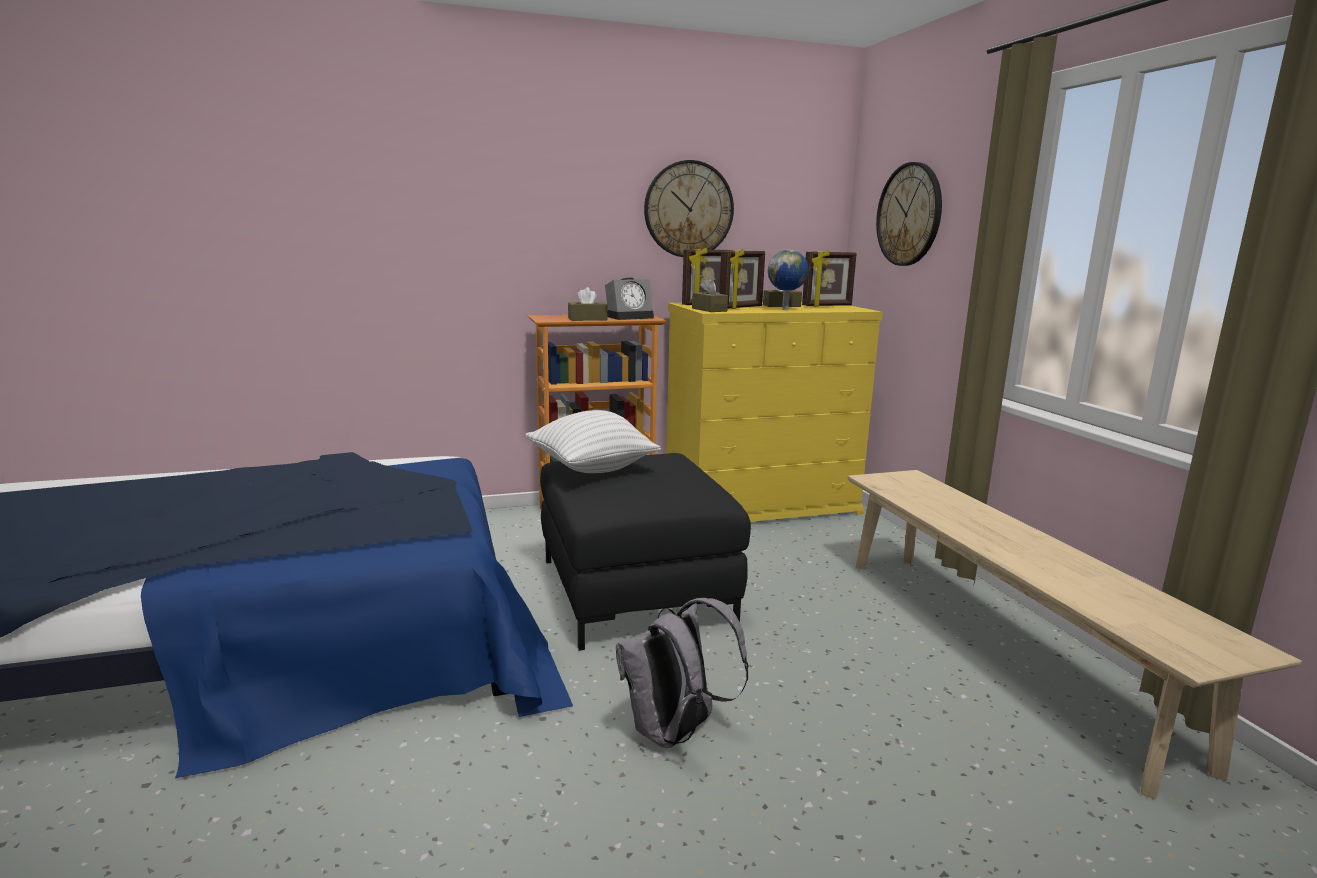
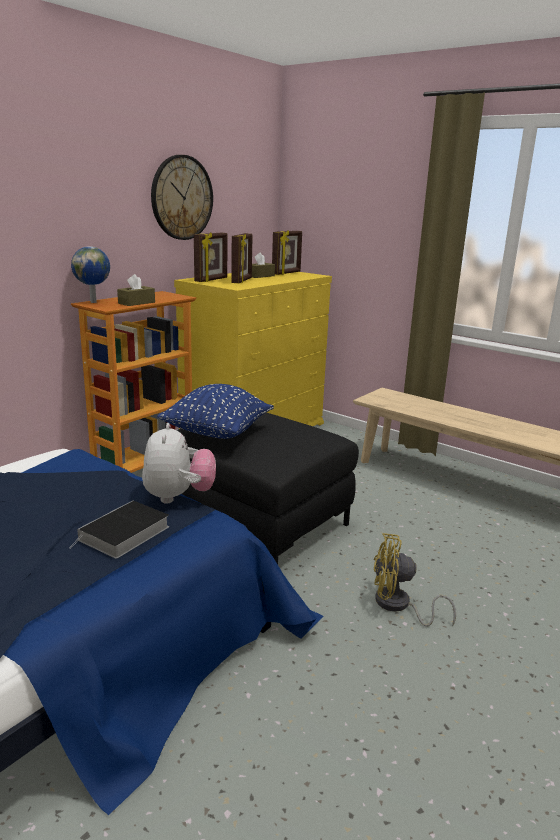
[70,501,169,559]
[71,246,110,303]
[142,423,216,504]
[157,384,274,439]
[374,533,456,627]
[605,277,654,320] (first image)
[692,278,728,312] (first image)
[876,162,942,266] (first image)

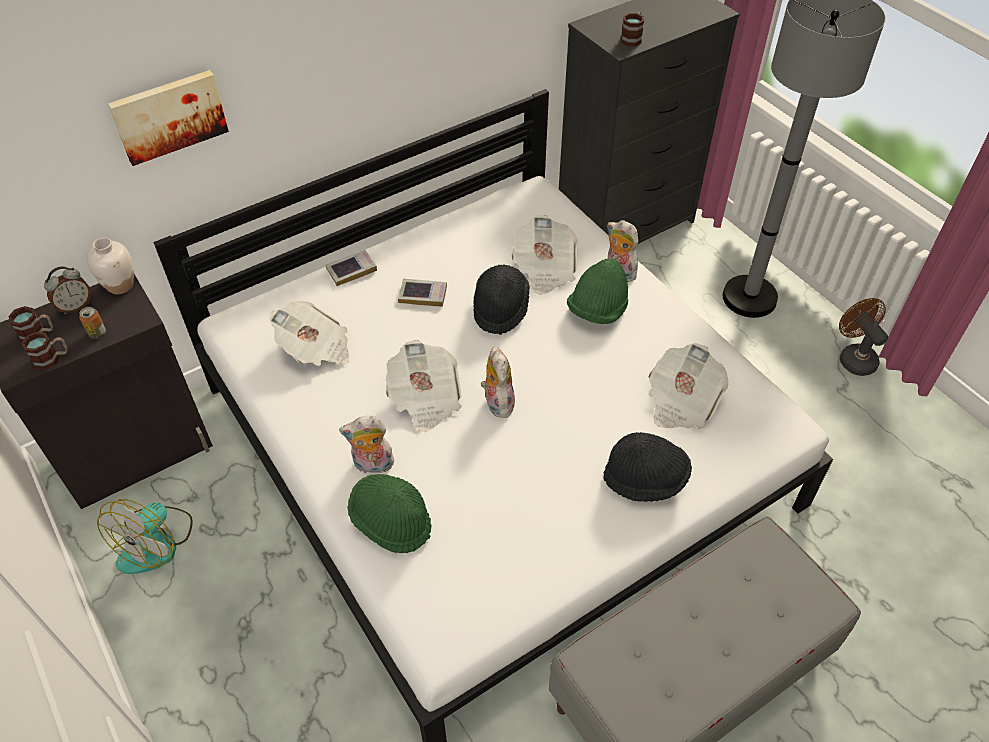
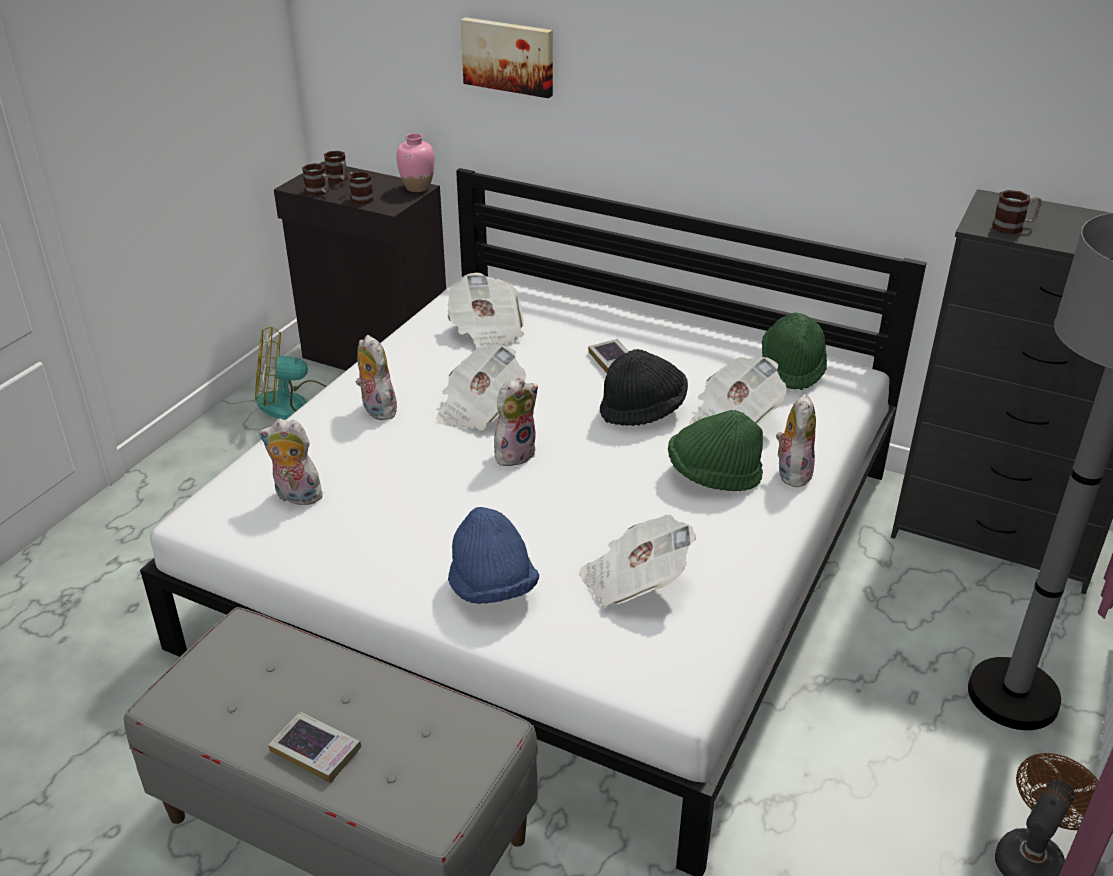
[259,419,323,505]
[268,711,361,783]
[348,171,374,205]
[396,133,435,192]
[448,507,539,604]
[762,313,827,390]
[44,266,91,314] (first image)

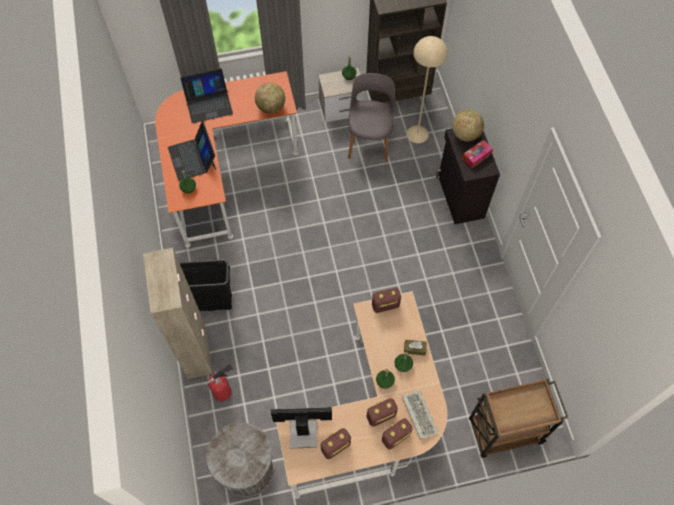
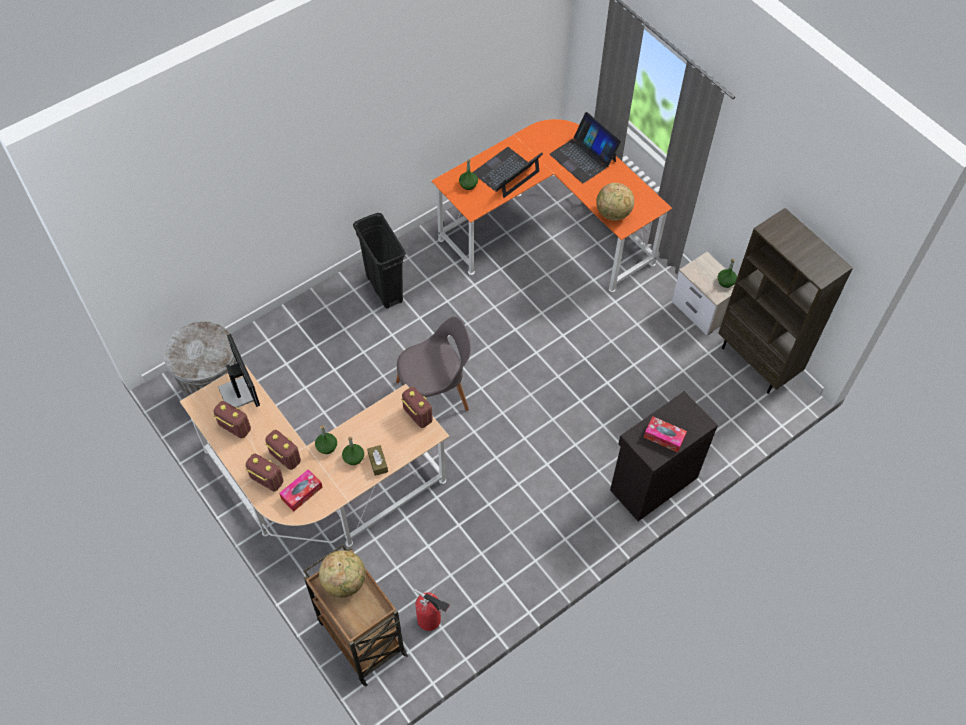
[279,469,323,511]
[319,550,366,597]
[396,317,471,411]
[414,589,450,631]
[143,248,213,379] (first image)
[407,36,448,143] (first image)

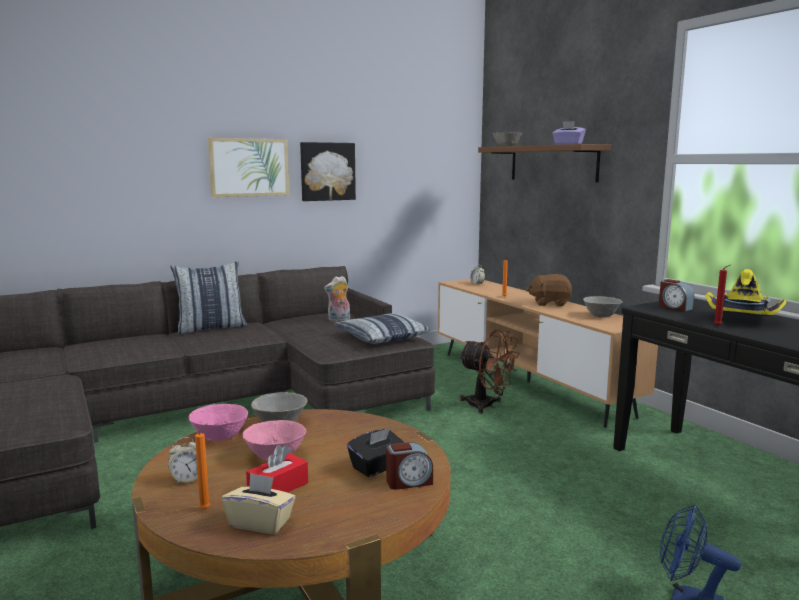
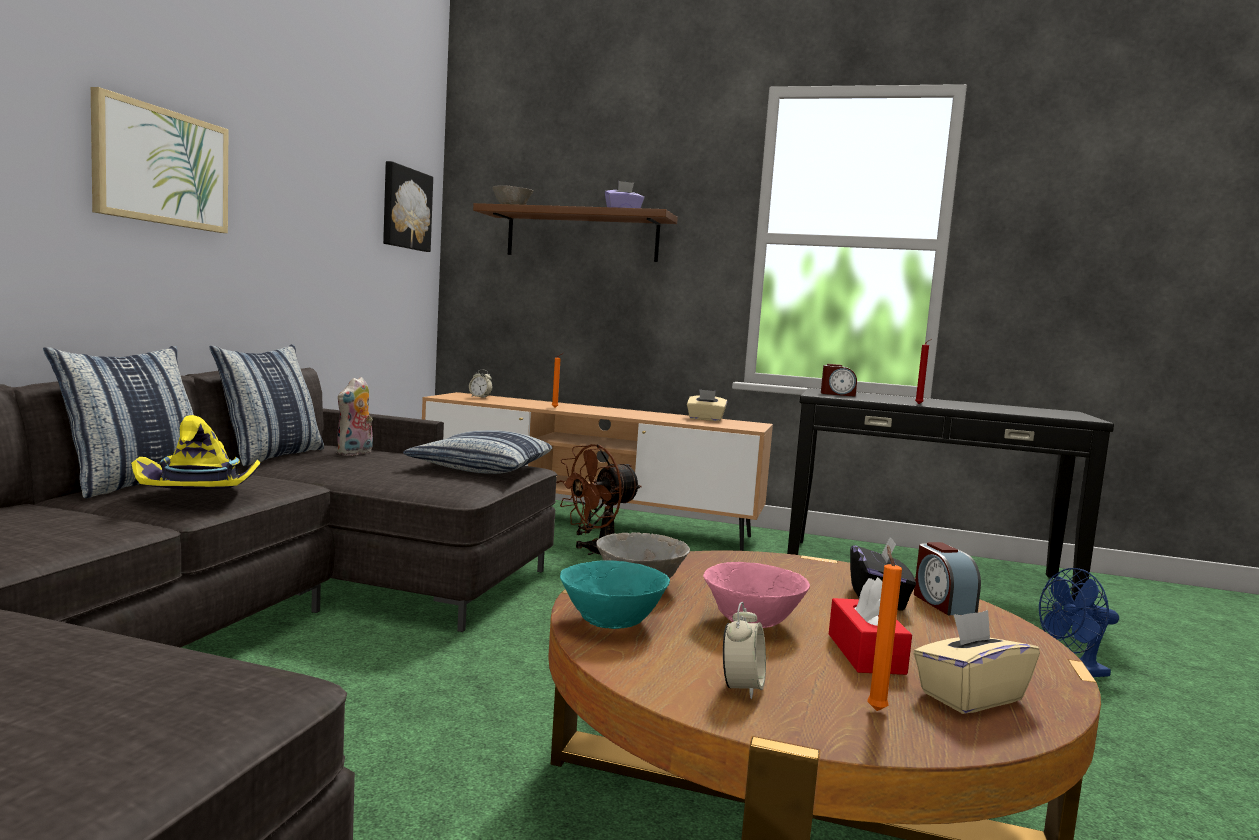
[131,415,260,489]
[209,344,324,466]
[383,161,433,252]
[556,444,642,555]
[560,560,670,629]
[687,389,727,421]
[914,542,981,615]
[527,274,572,306] (first image)

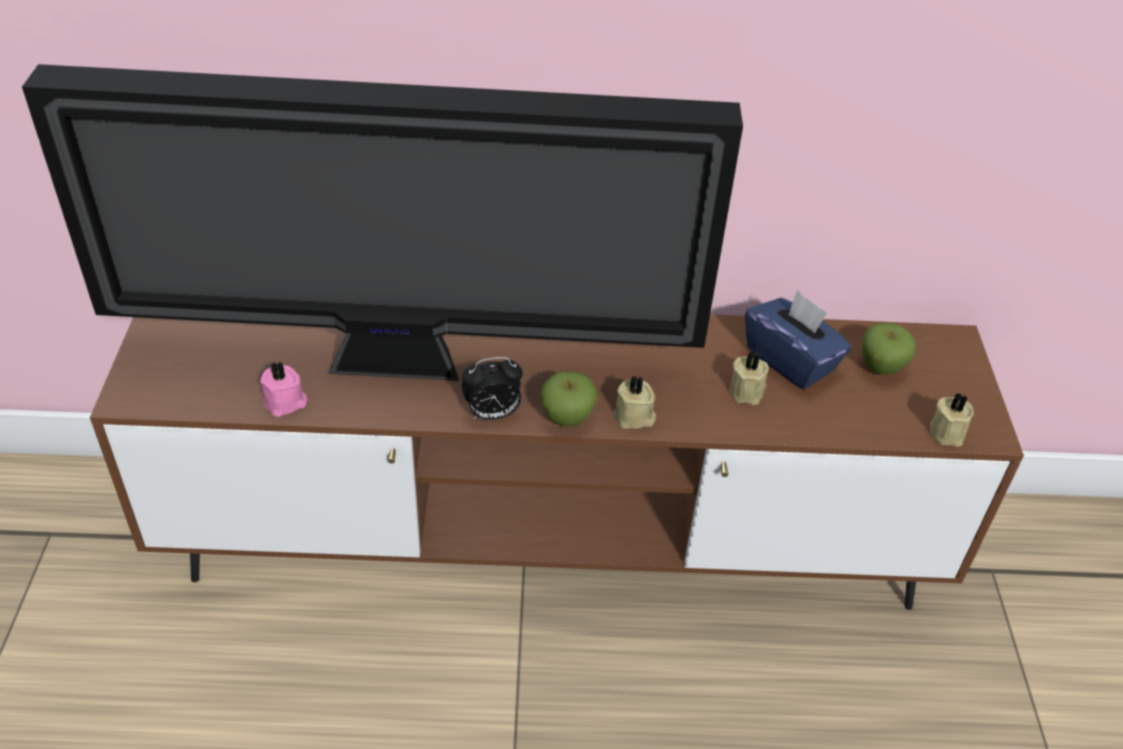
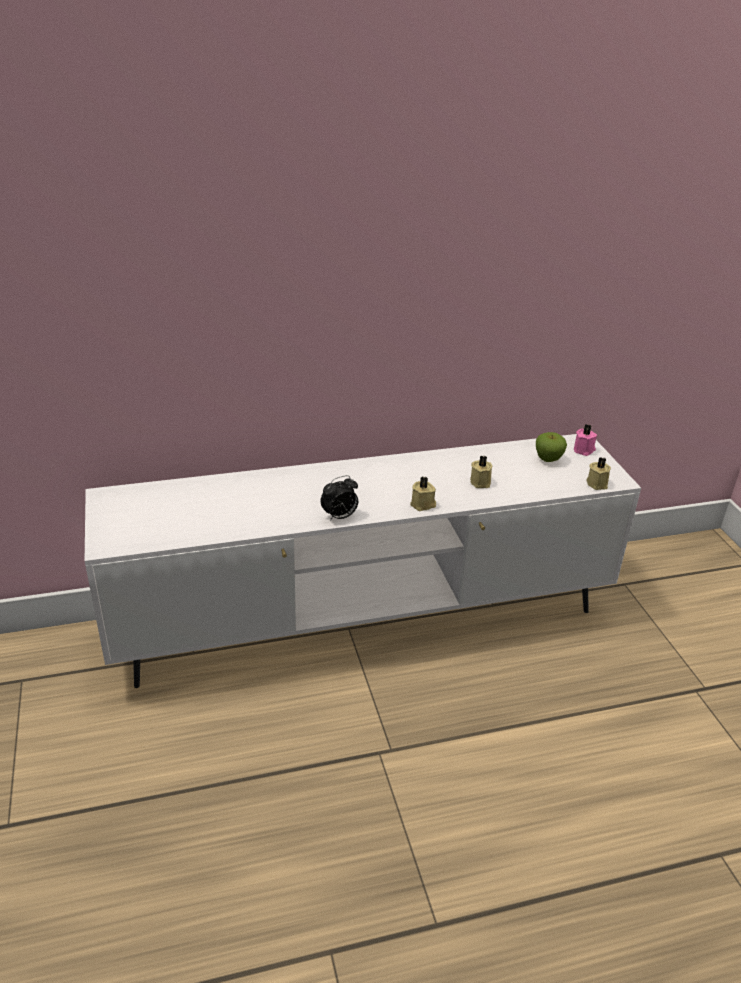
[85,434,641,688]
[574,424,597,456]
[22,64,743,381] (first image)
[540,371,598,427] (first image)
[745,290,852,389] (first image)

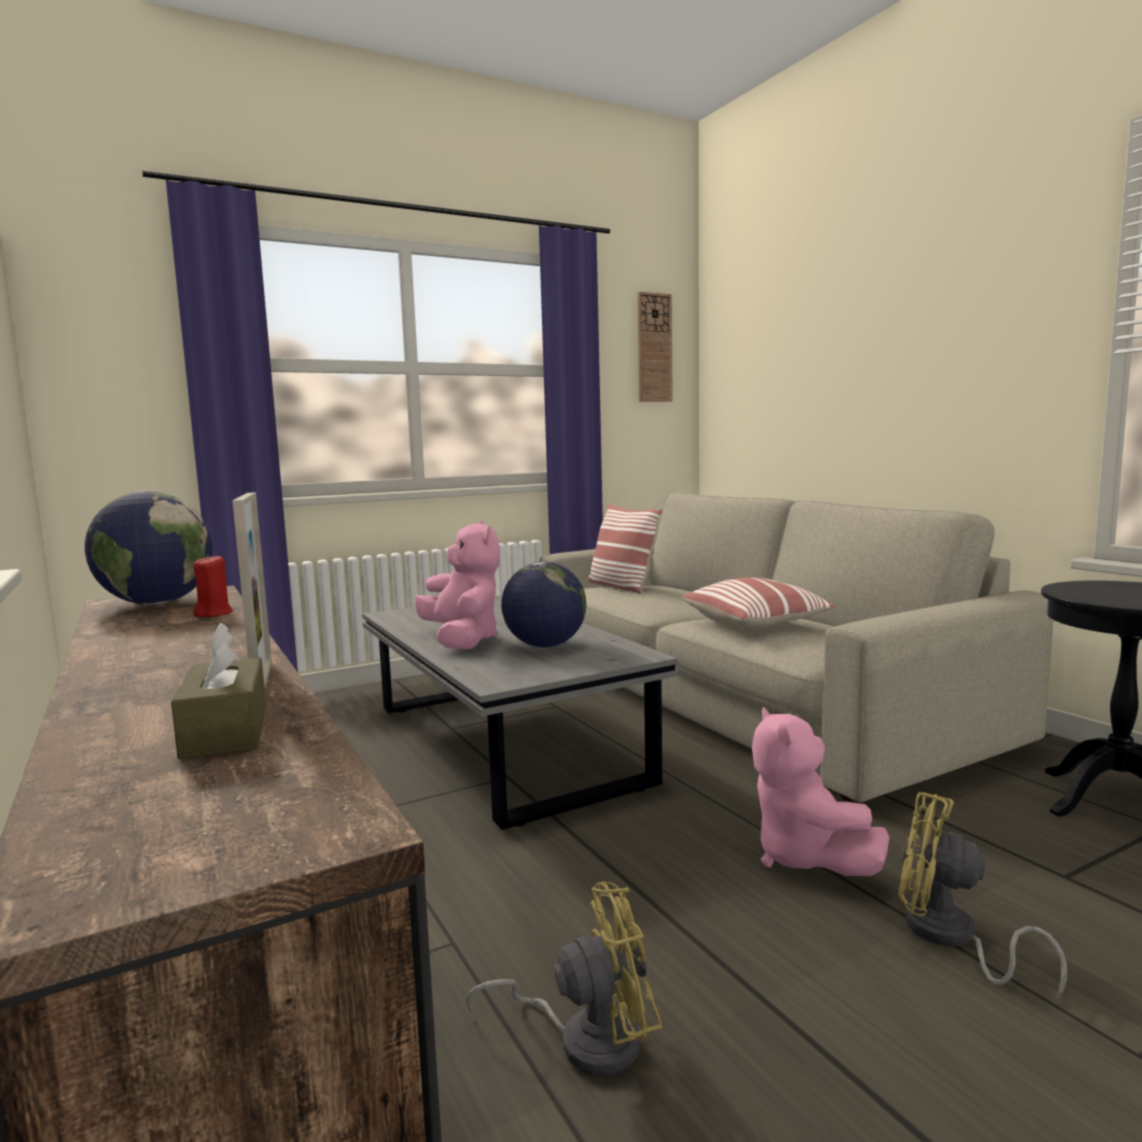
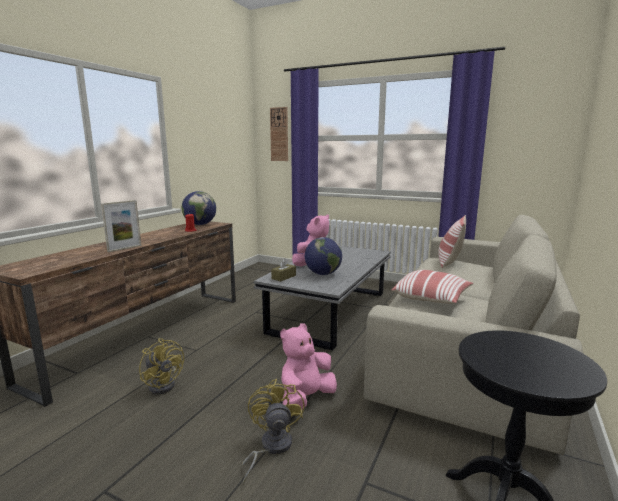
[270,107,288,161]
[271,258,296,281]

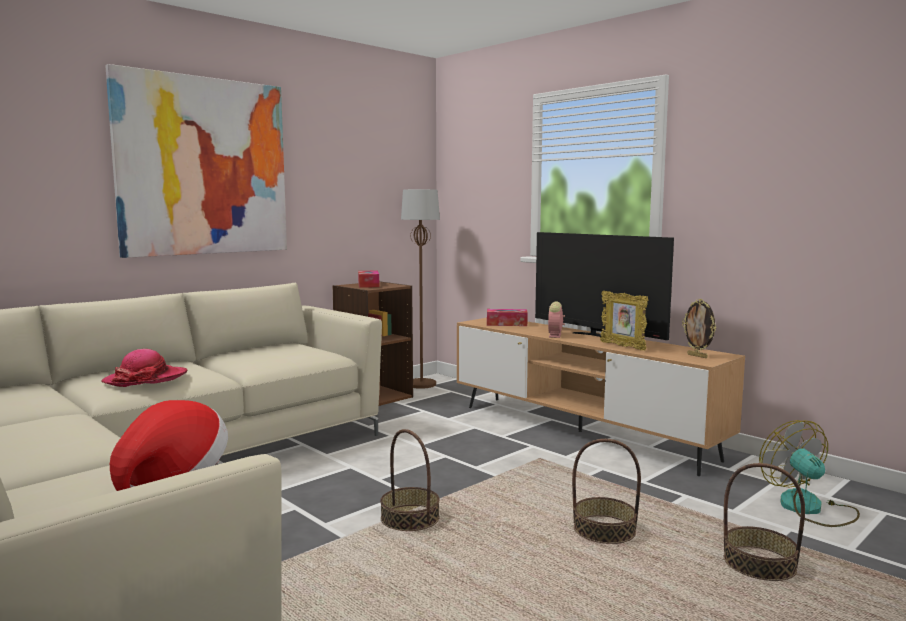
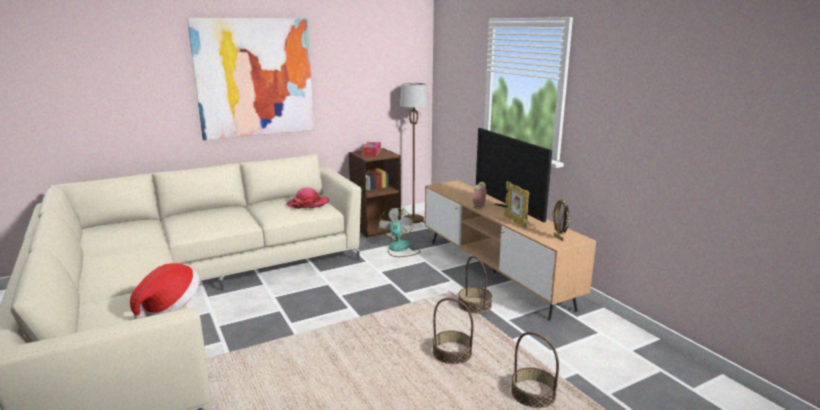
[286,187,330,209]
[378,208,421,257]
[458,256,492,314]
[487,309,528,326] (first image)

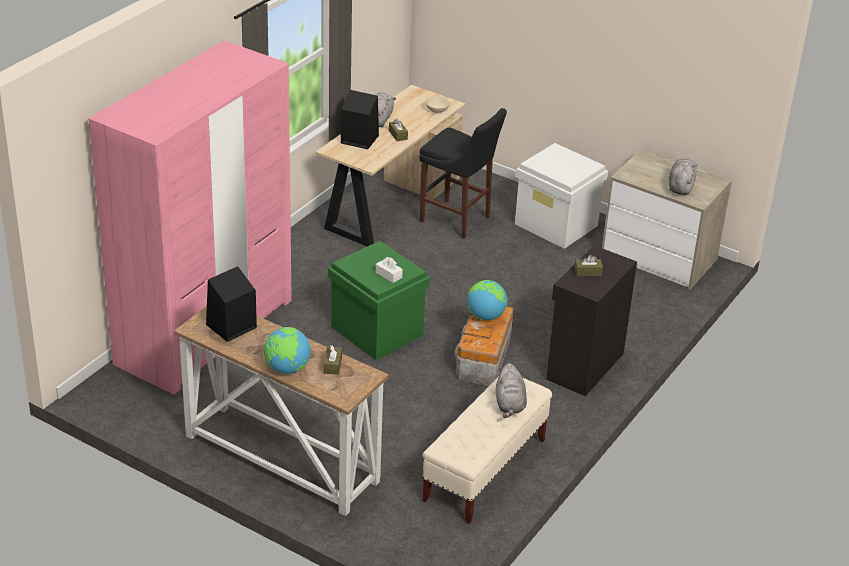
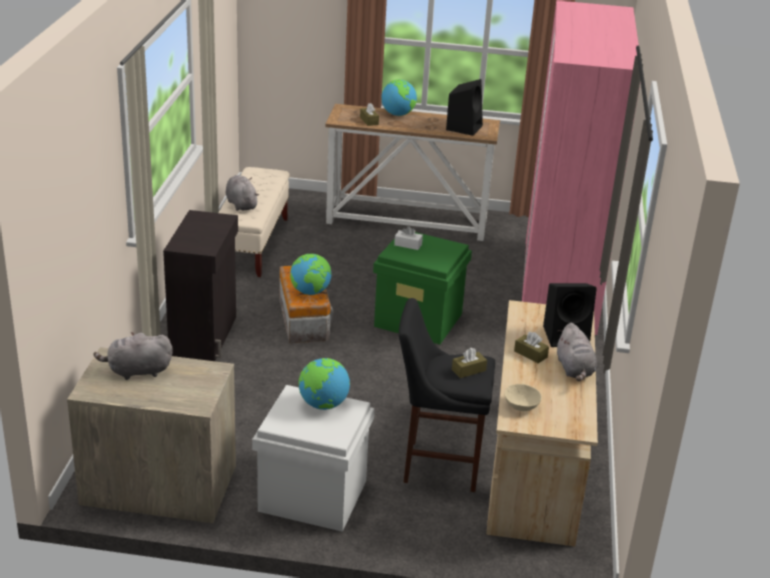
[94,332,173,380]
[298,358,350,410]
[452,348,487,378]

